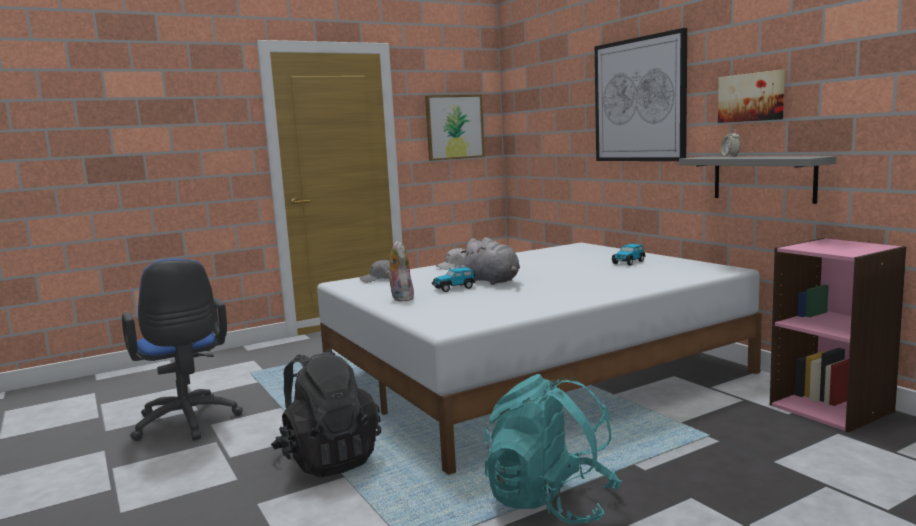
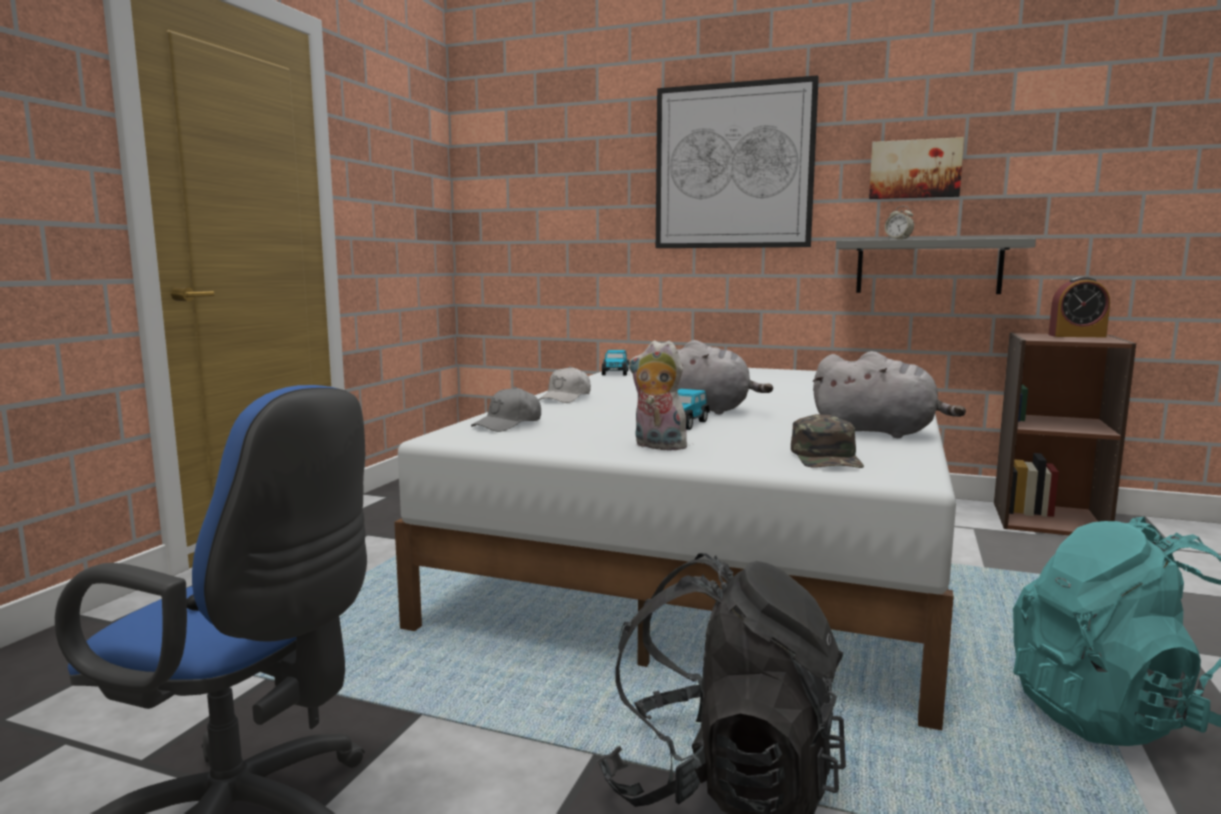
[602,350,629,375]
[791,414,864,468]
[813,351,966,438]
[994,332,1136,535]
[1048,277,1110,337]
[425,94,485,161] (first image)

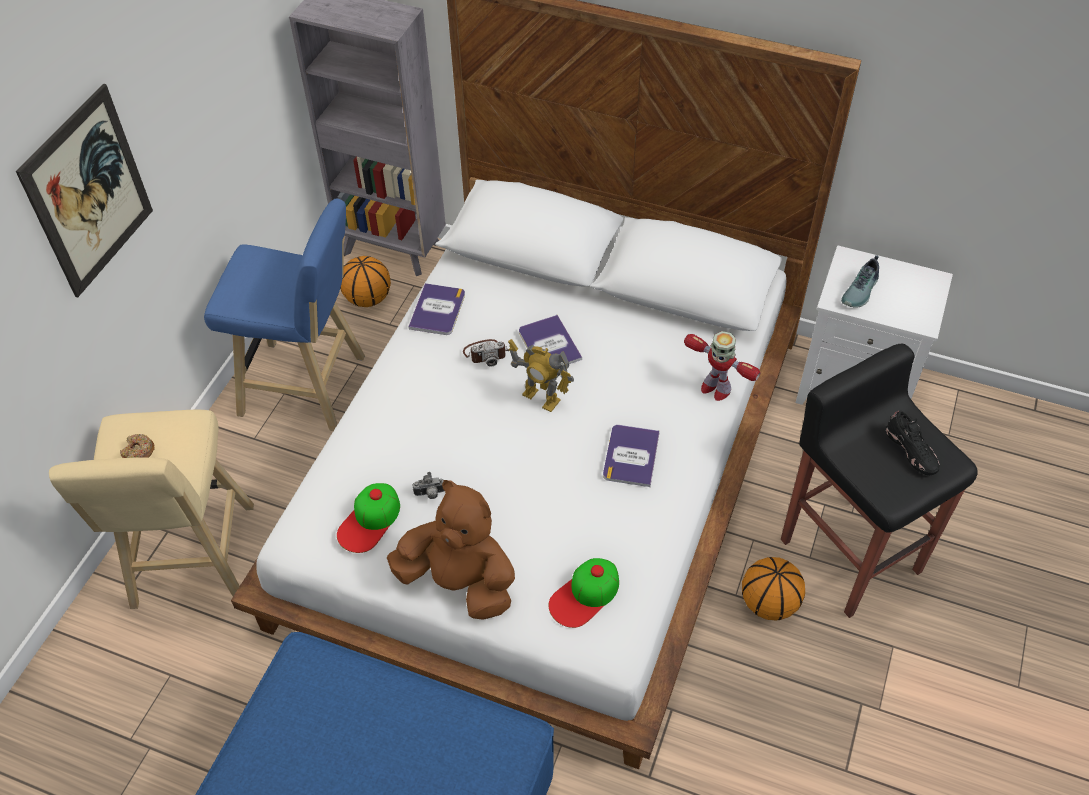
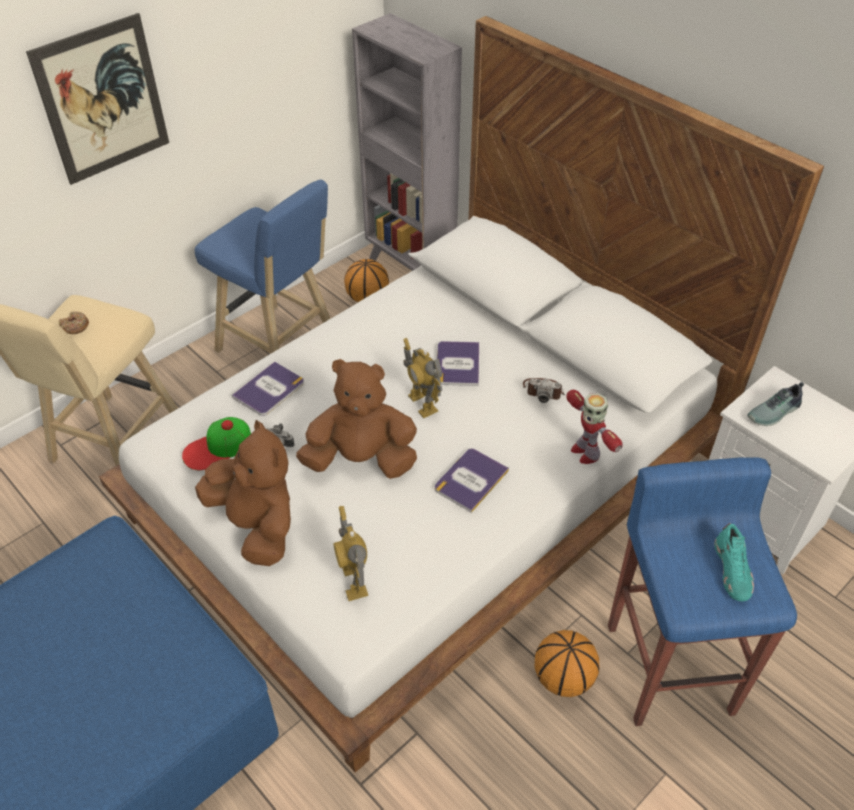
[232,362,304,416]
[296,359,417,479]
[334,506,368,601]
[523,378,565,403]
[608,457,797,726]
[714,523,754,601]

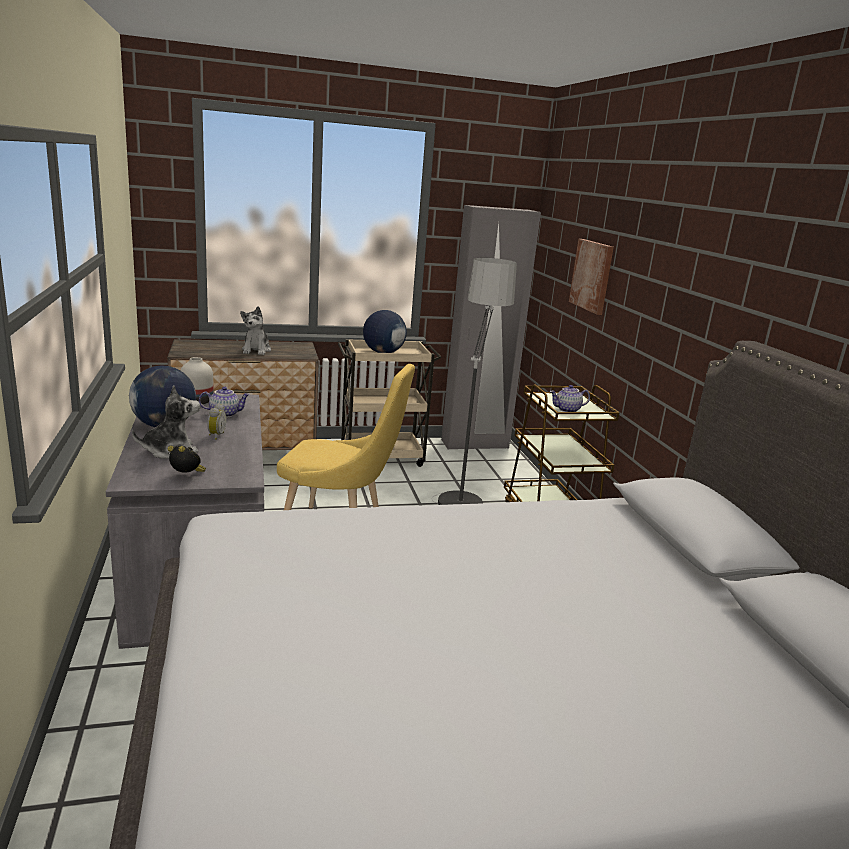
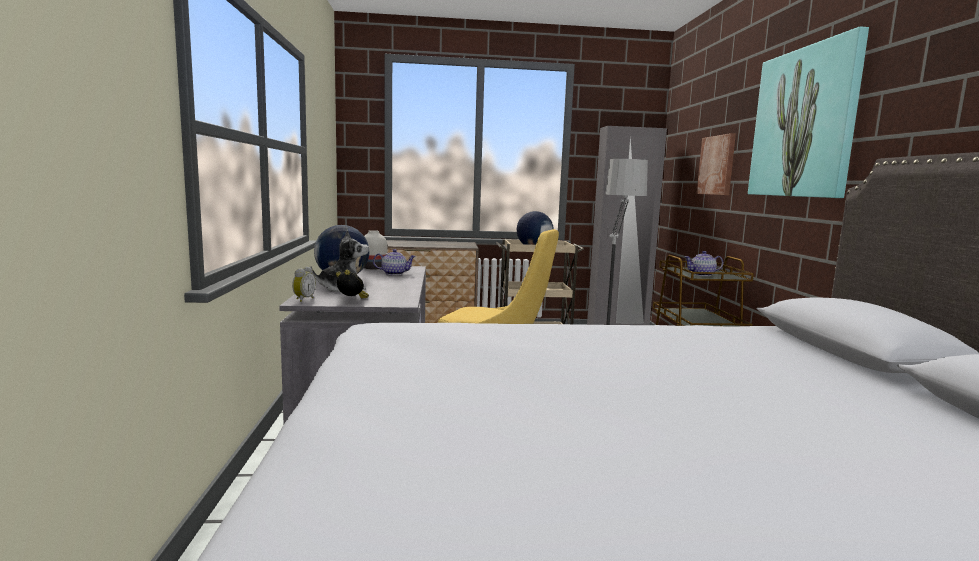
[292,267,316,302]
[748,26,869,198]
[240,306,271,355] (first image)

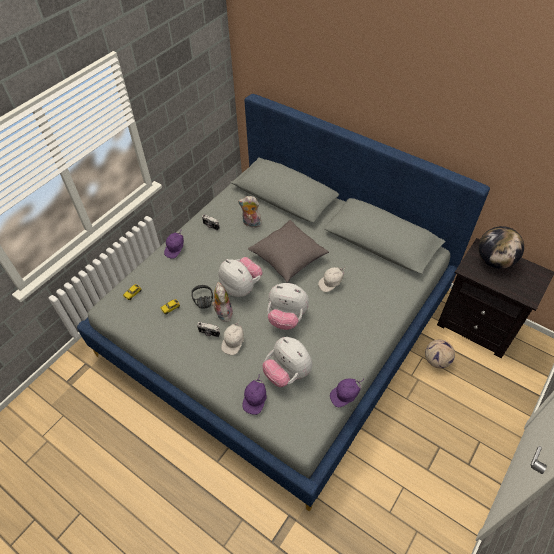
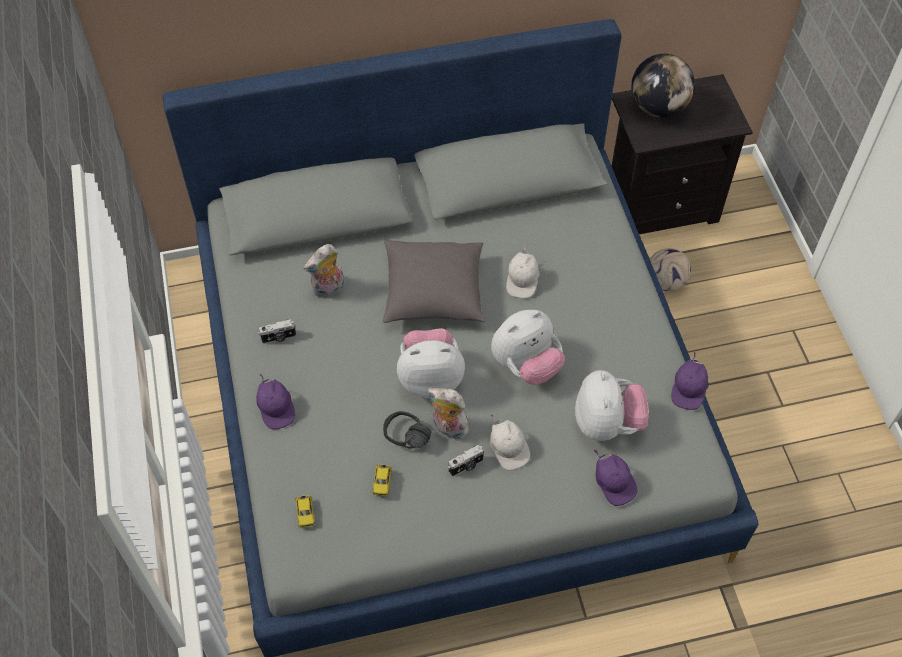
[575,370,649,441]

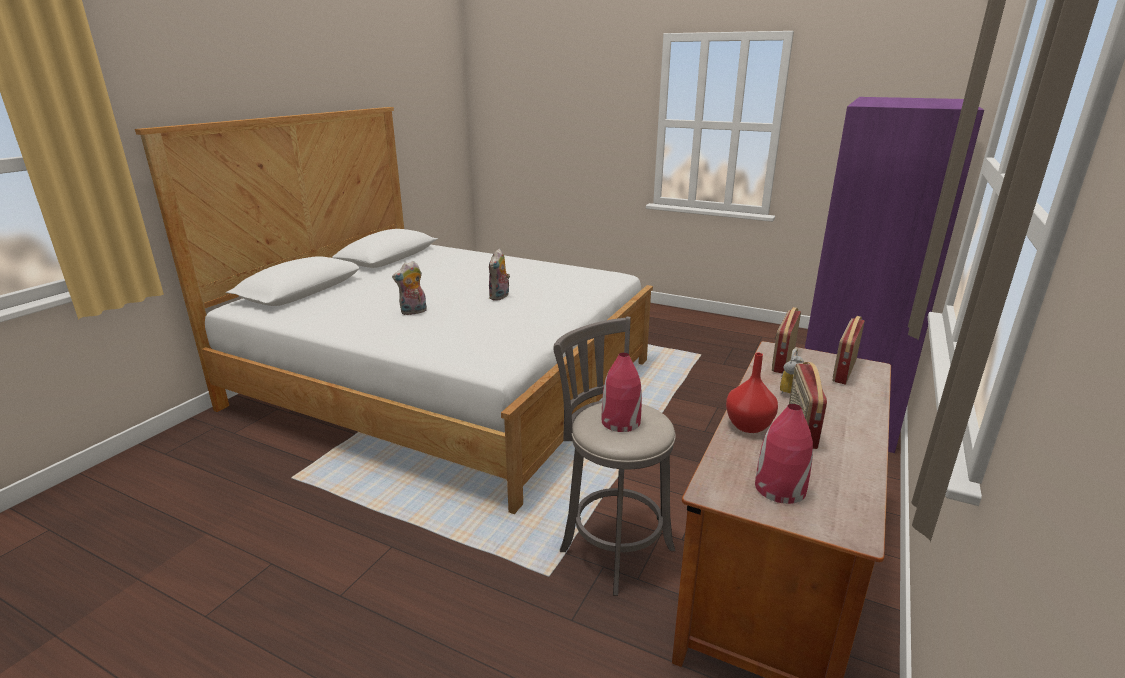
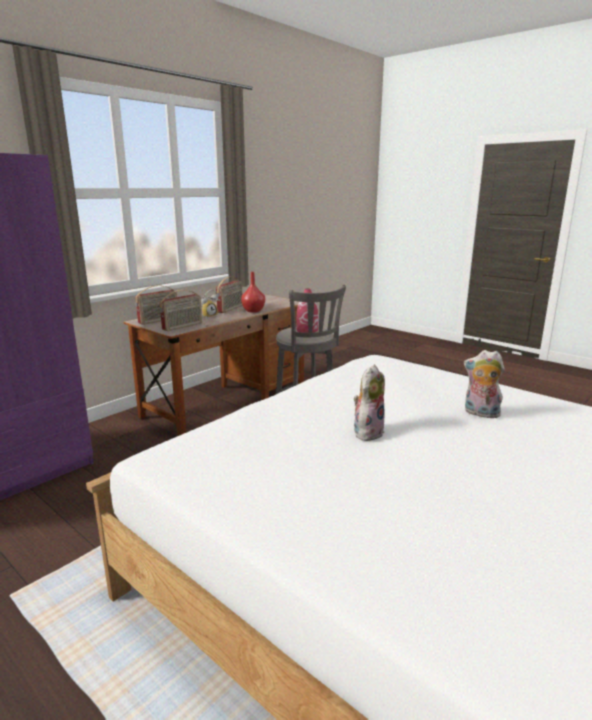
[464,350,505,418]
[755,404,813,504] (first image)

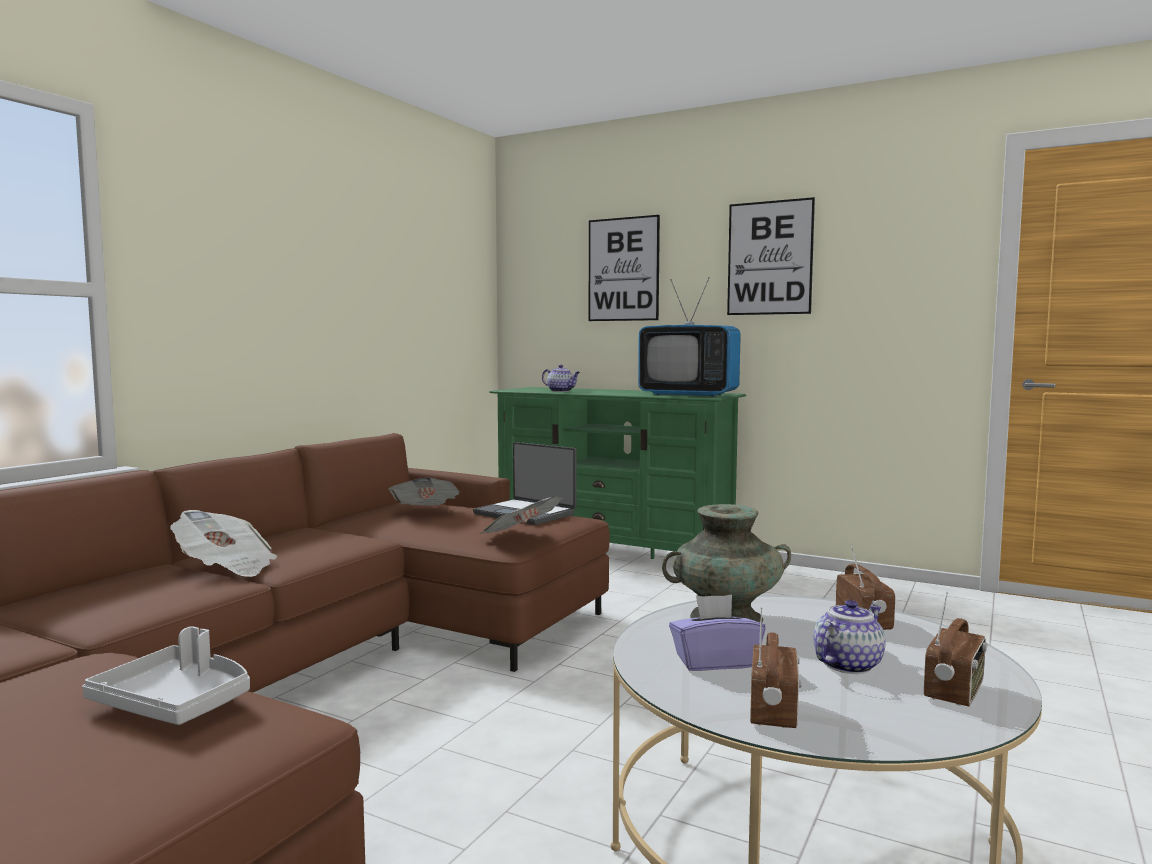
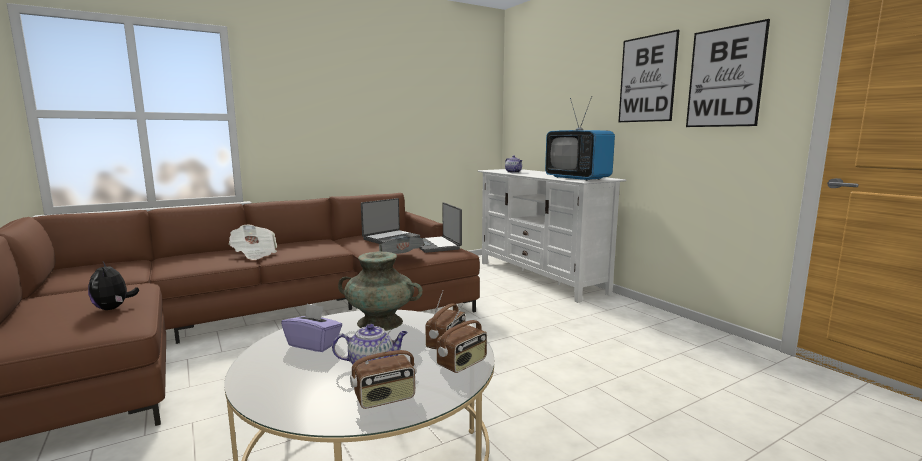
[88,261,139,310]
[361,198,420,244]
[437,304,487,373]
[478,169,627,303]
[686,19,770,127]

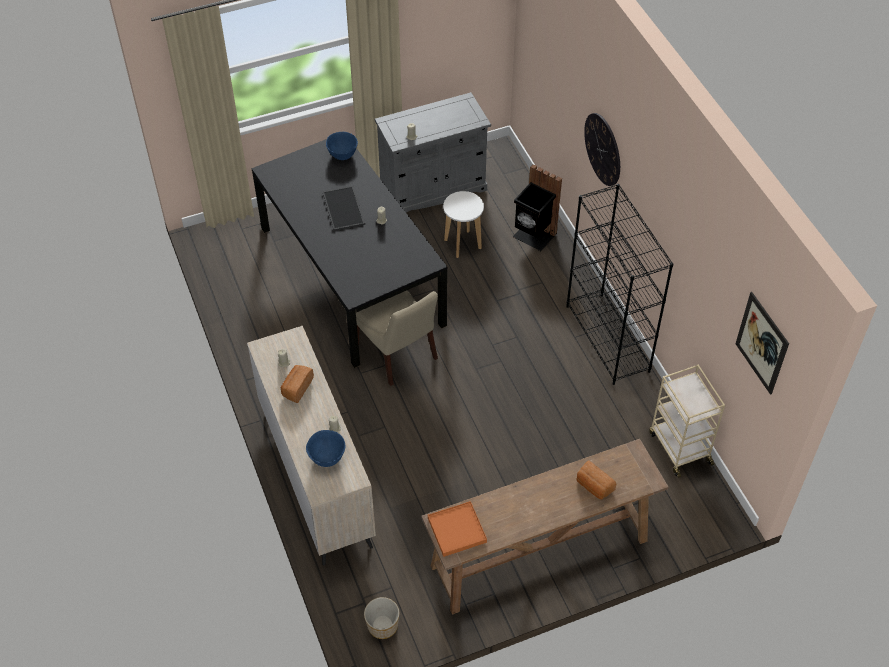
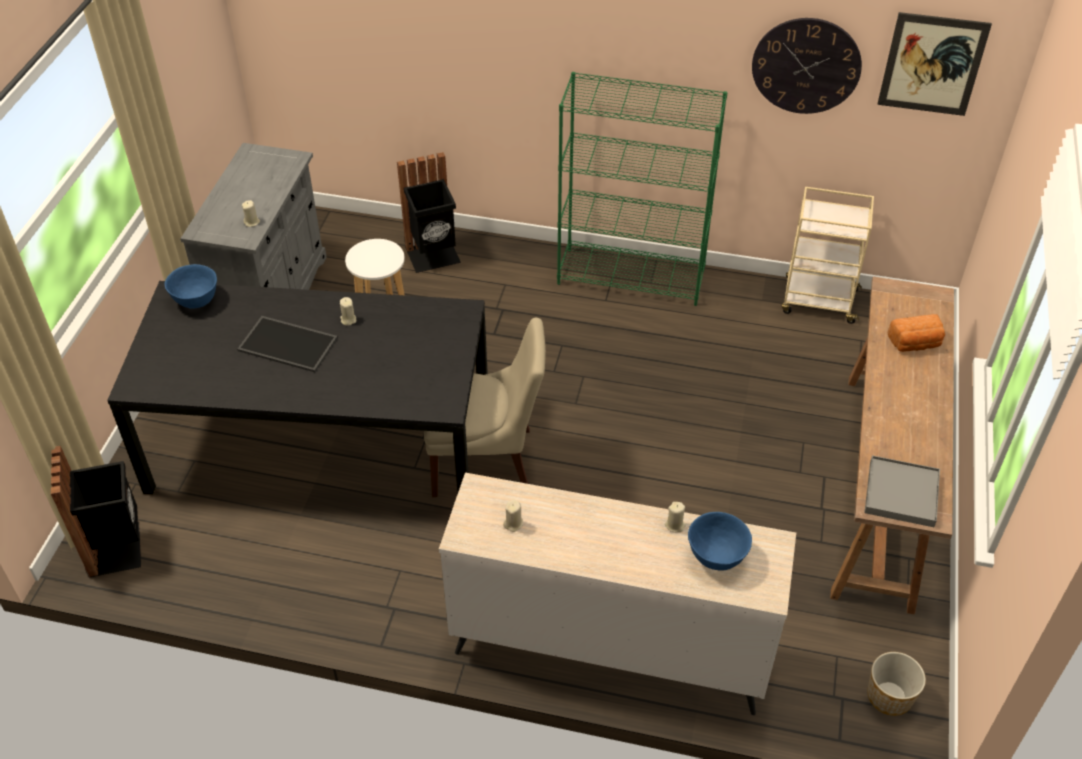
[51,446,141,577]
[557,72,727,306]
[752,18,862,114]
[864,455,940,527]
[280,365,314,403] (first image)

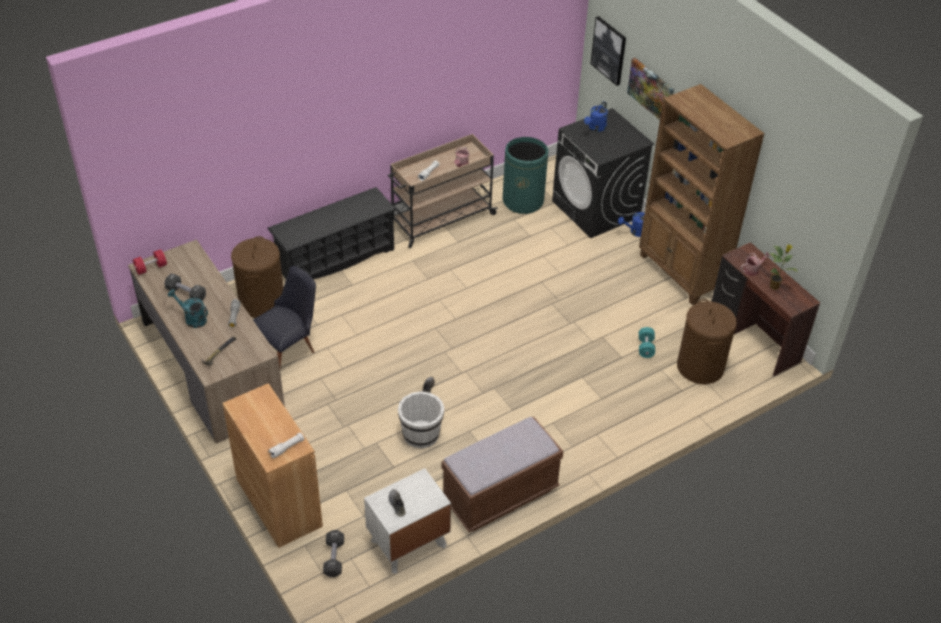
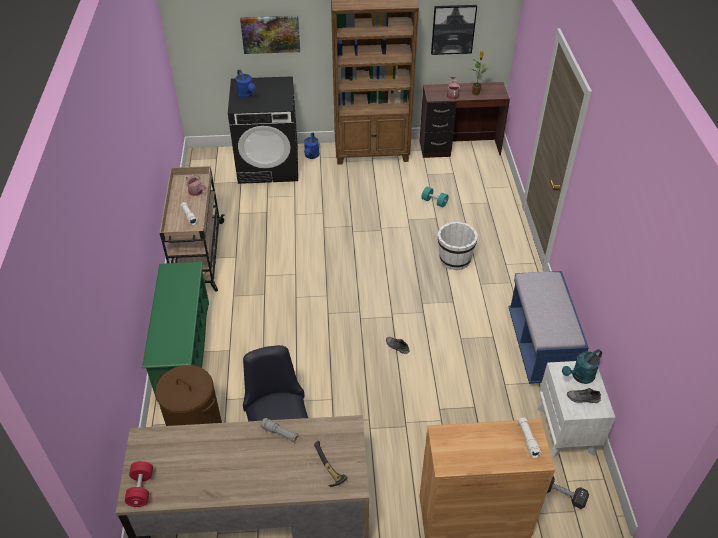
[142,262,209,400]
[431,5,477,55]
[438,222,478,270]
[509,271,589,384]
[562,349,602,384]
[164,274,206,300] (first image)
[503,137,548,214] (first image)
[677,299,737,384] (first image)

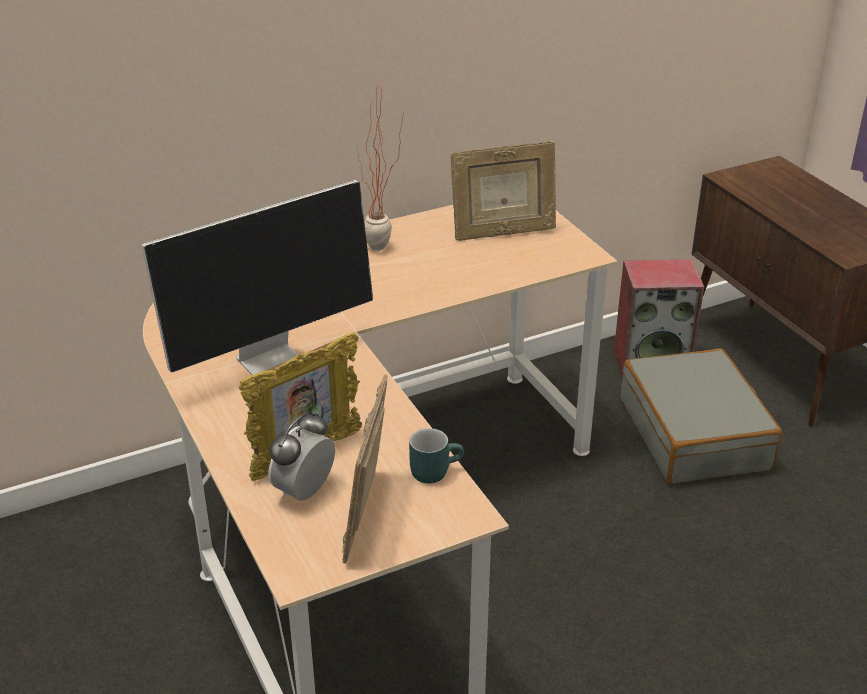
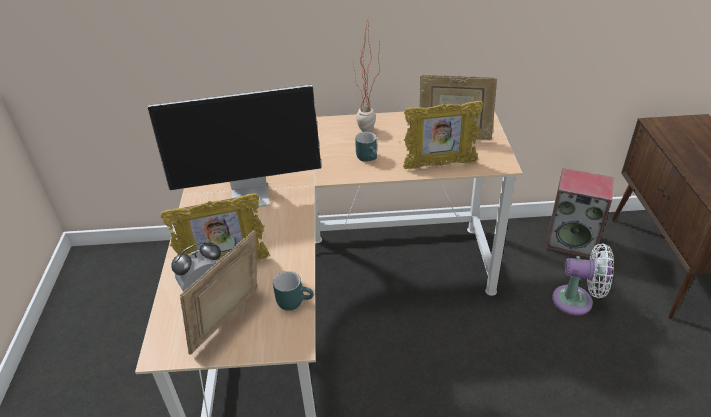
[355,132,377,162]
[403,101,483,169]
[552,244,614,315]

